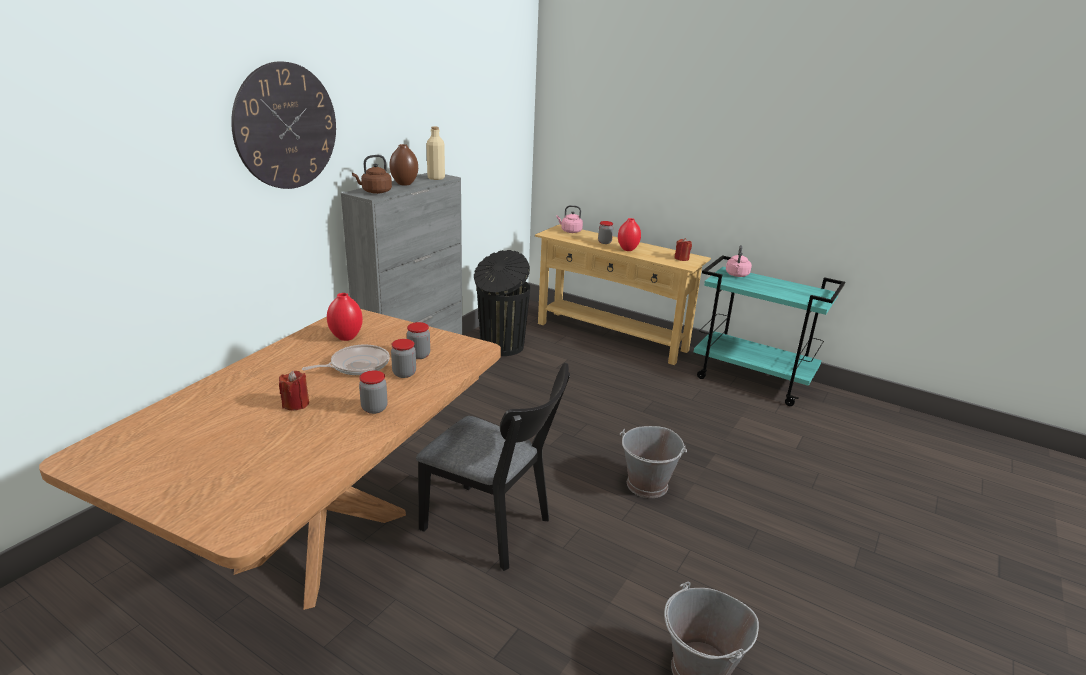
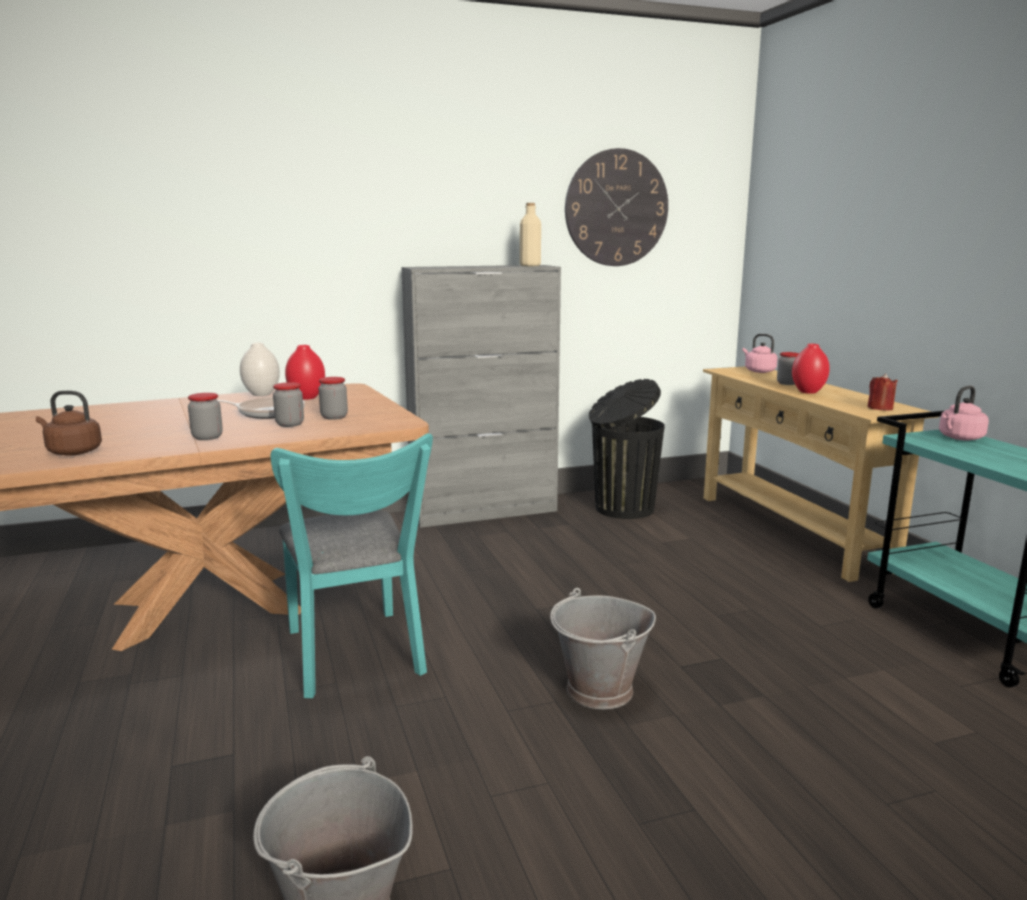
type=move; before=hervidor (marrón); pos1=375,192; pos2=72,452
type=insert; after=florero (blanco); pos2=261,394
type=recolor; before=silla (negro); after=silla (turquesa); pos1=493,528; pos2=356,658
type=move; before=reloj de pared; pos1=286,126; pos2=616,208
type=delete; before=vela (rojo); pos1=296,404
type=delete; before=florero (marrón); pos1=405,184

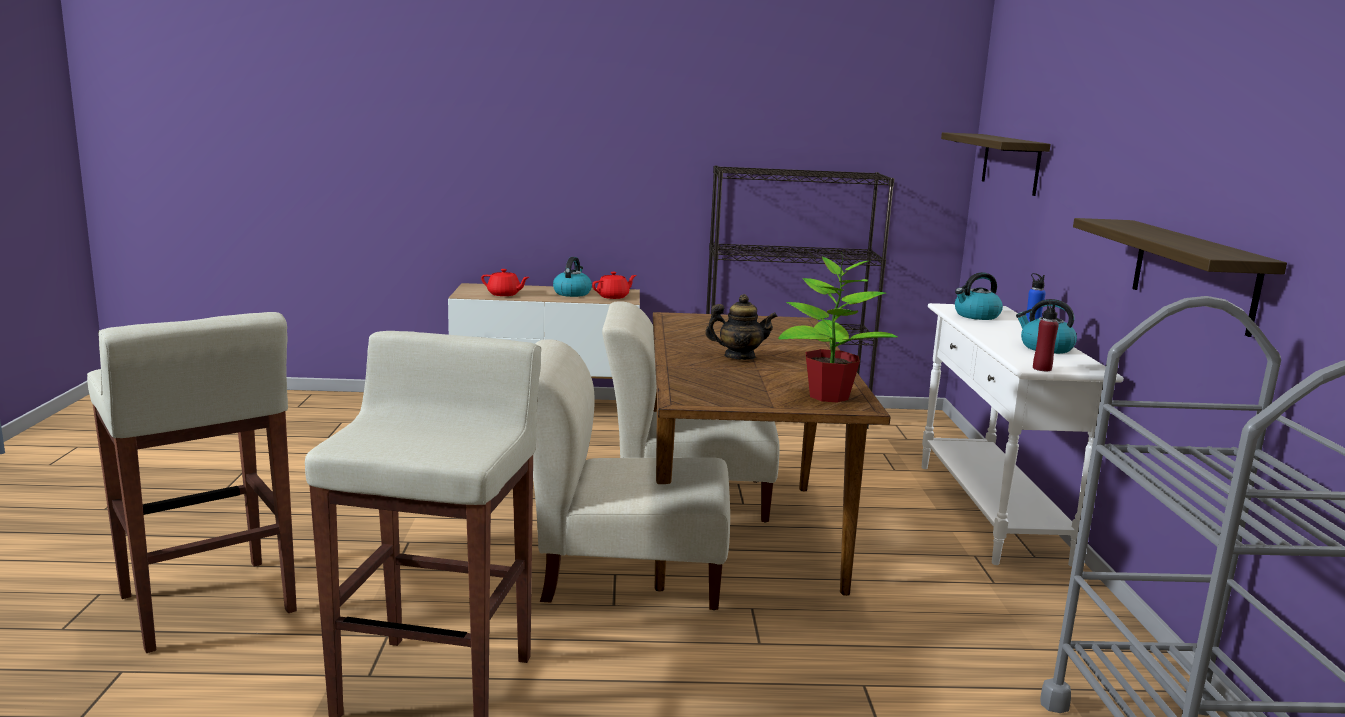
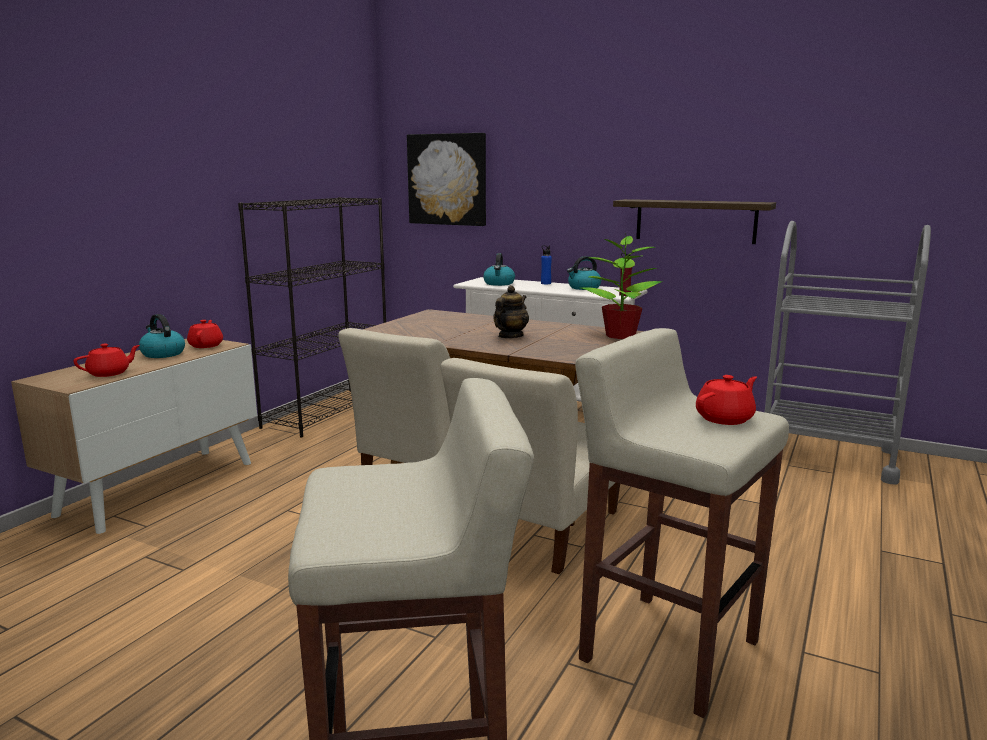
type=replace; before=estante; after=cuadro; pos1=1010,163; pos2=447,179
type=insert; after=tetera (rojo); pos2=725,418

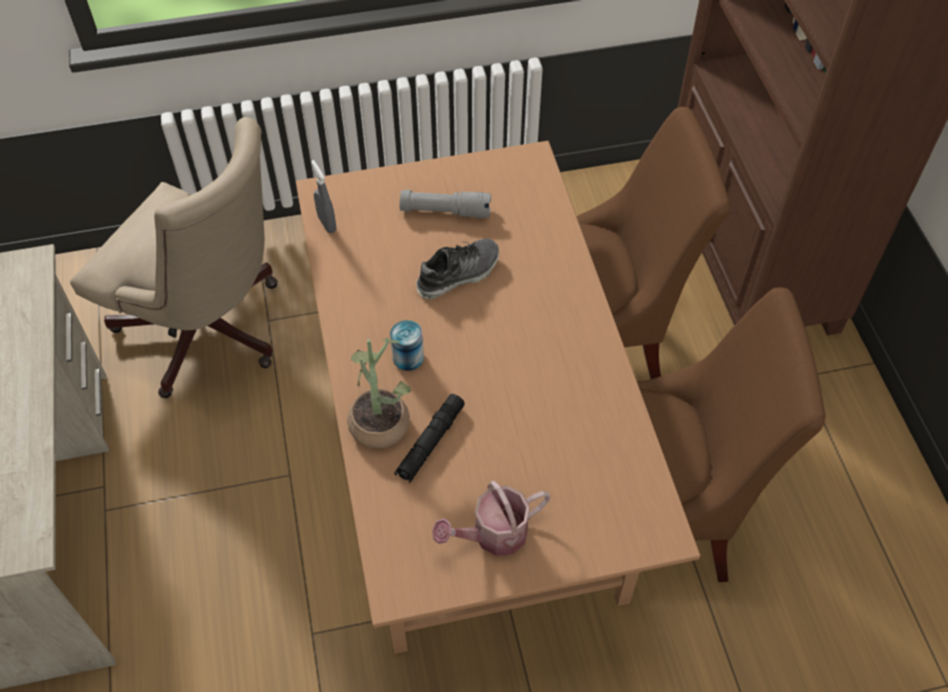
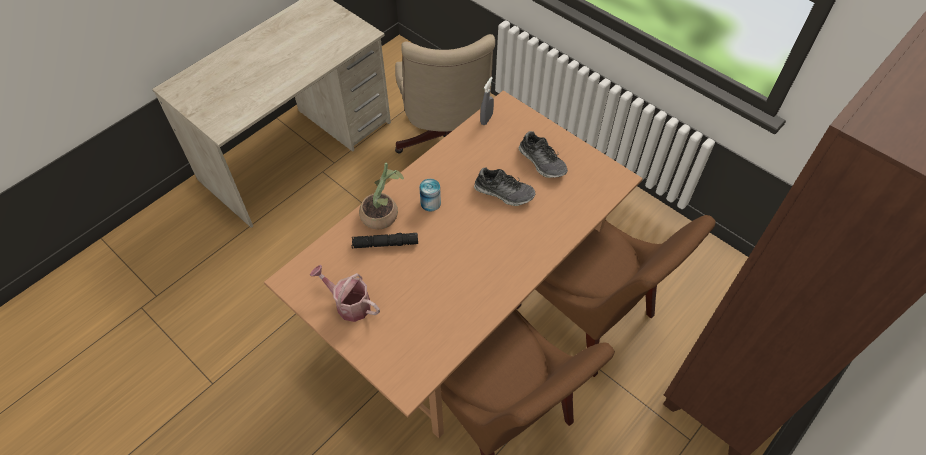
type=replace; before=linterna (gris); after=zapato; pos1=445,211; pos2=542,162

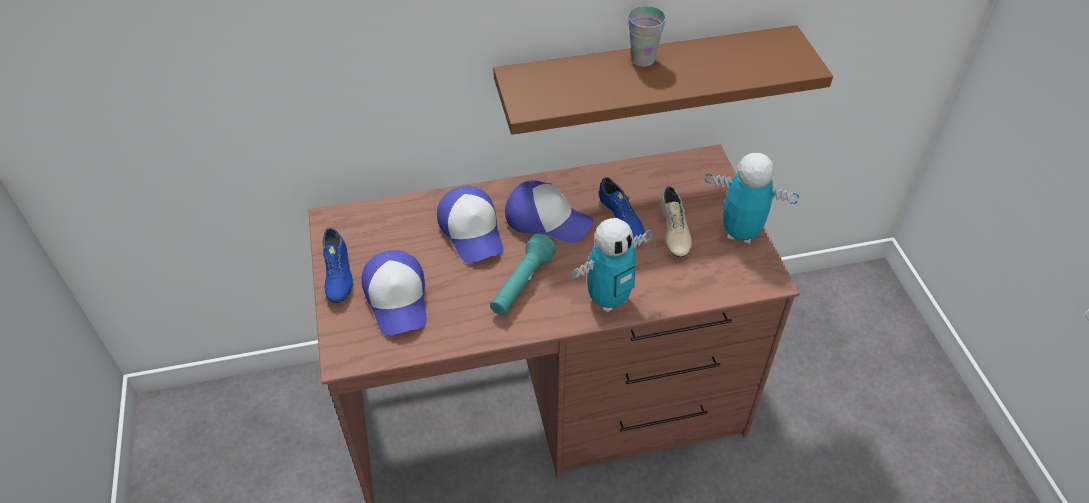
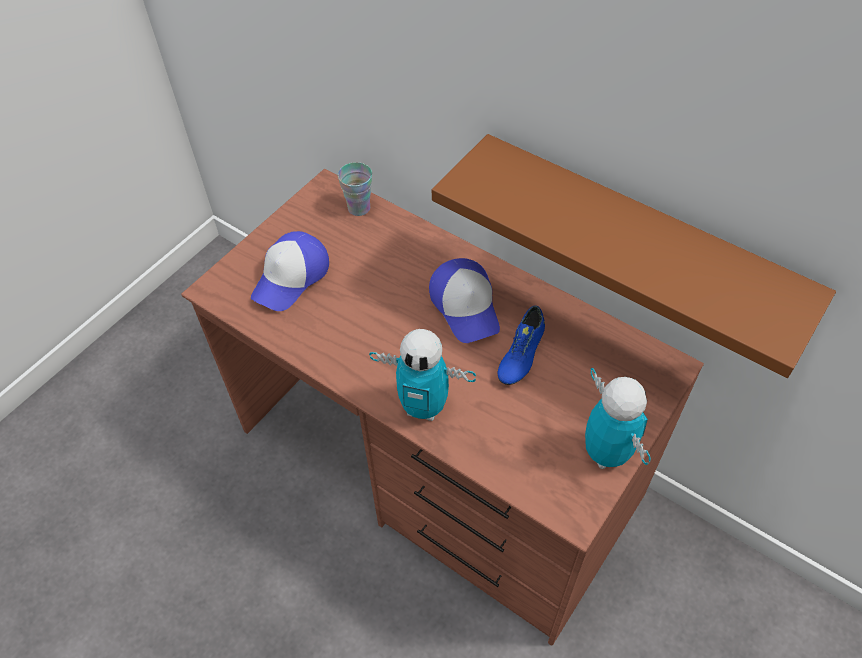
type=move; before=taza; pos1=642,59; pos2=359,208
type=delete; before=zapato (azul); pos1=337,275
type=delete; before=gorra; pos1=472,231
type=delete; before=linterna (turquesa); pos1=521,284
type=delete; before=zapato (beis); pos1=673,231

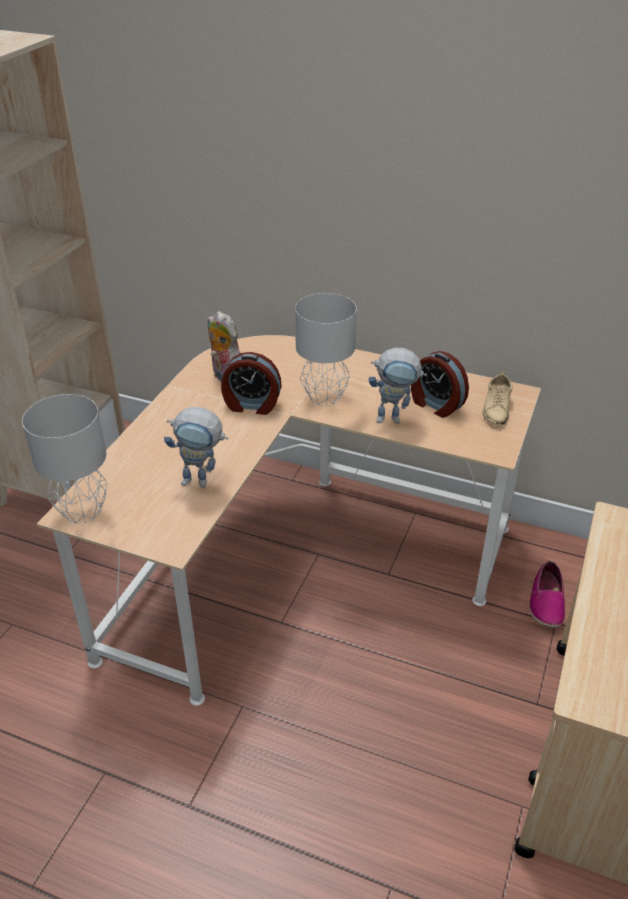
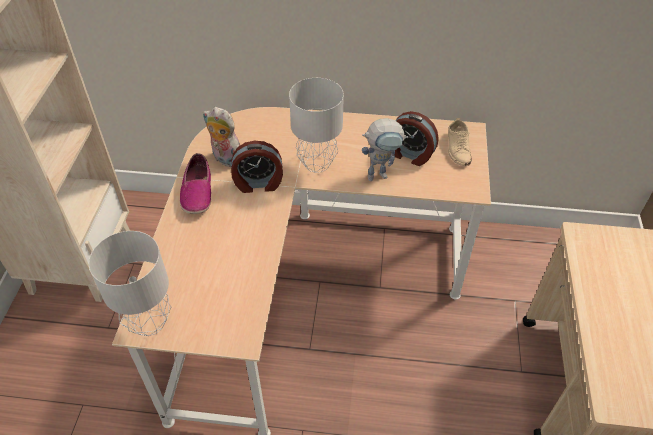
type=move; before=zapato; pos1=546,602; pos2=197,192
type=delete; before=robot de juguete; pos1=202,481

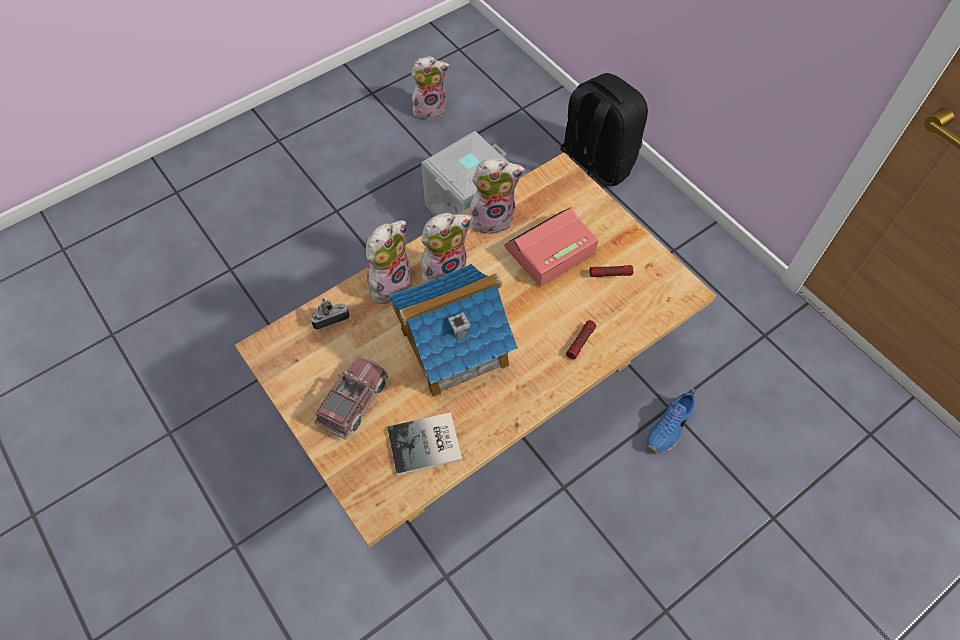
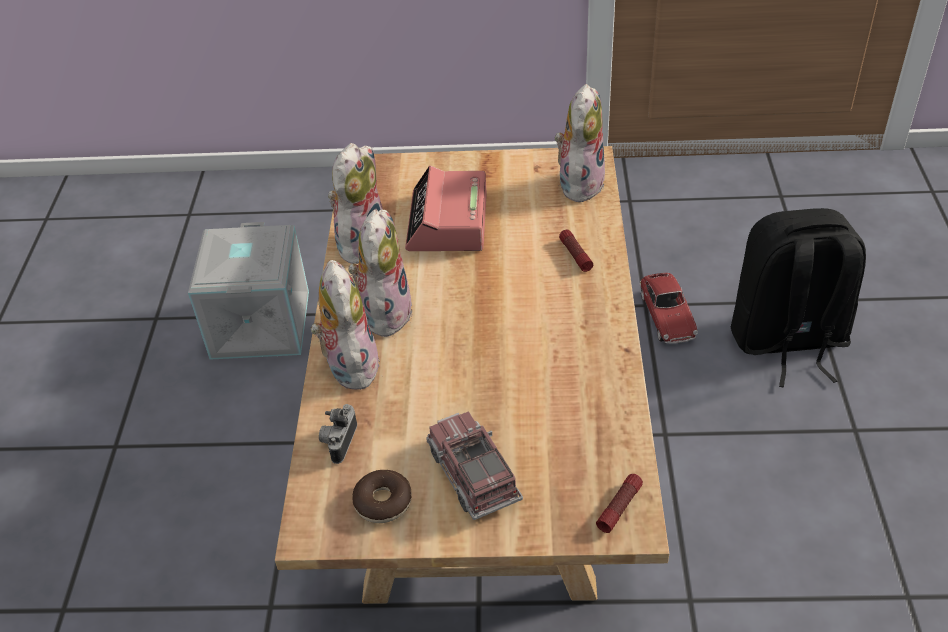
type=insert; after=rosquilla; pos2=383,502
type=move; before=peluche; pos1=430,108; pos2=579,183
type=move; before=linterna; pos1=610,274; pos2=619,507
type=replace; before=zapato (azul); after=coche de juguete; pos1=670,427; pos2=667,316
type=move; before=mochila (negro); pos1=594,164; pos2=787,341
type=delete; before=libro; pos1=427,445
type=delete; before=casita; pos1=453,347

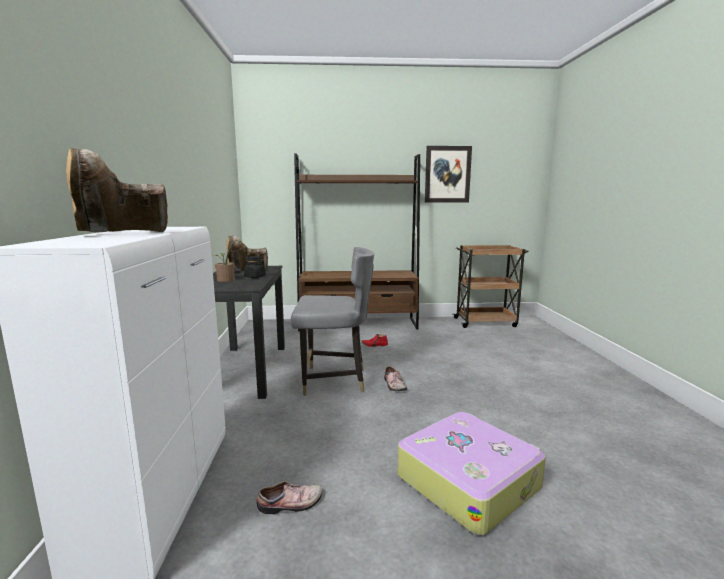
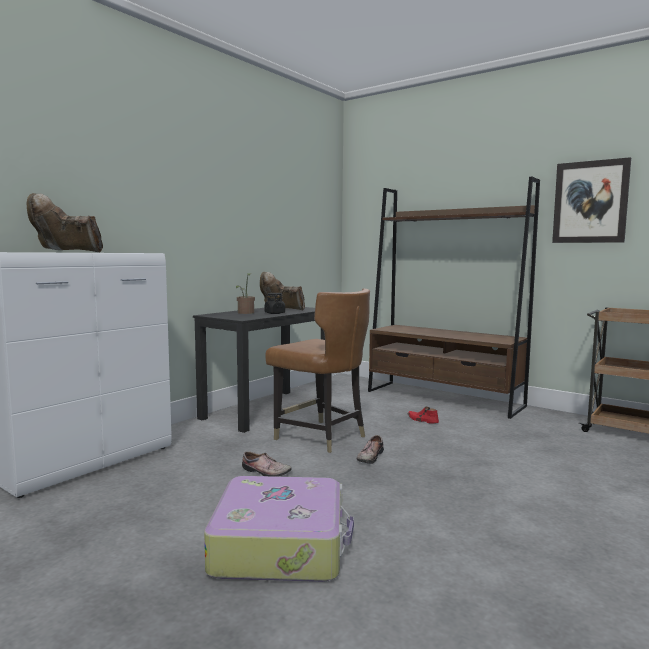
type=move; before=zapato; pos1=291,504; pos2=265,472
type=recolor; before=silla (gris); after=silla (marrón); pos1=334,380; pos2=321,437

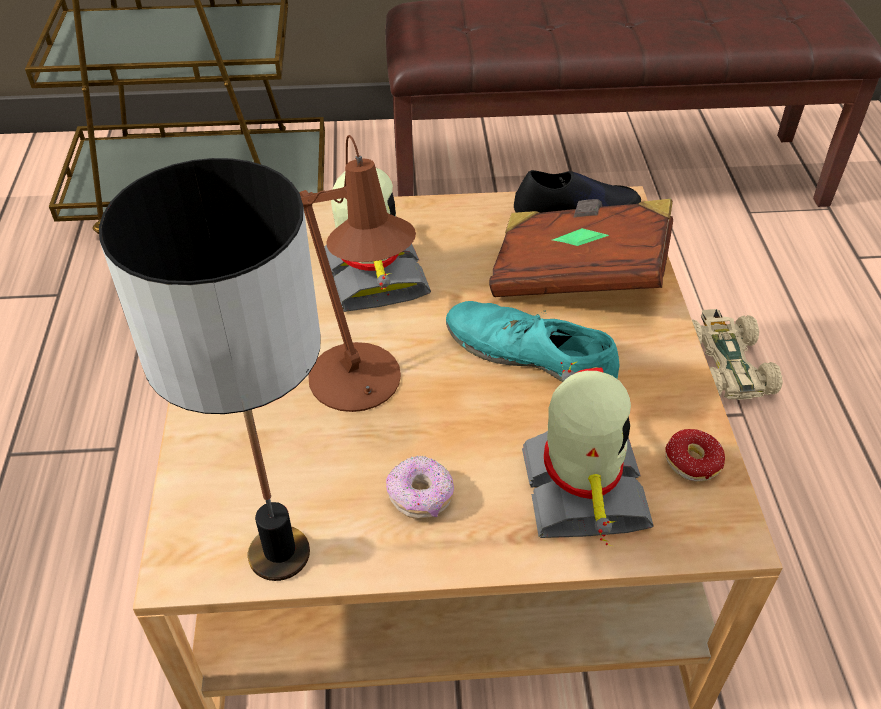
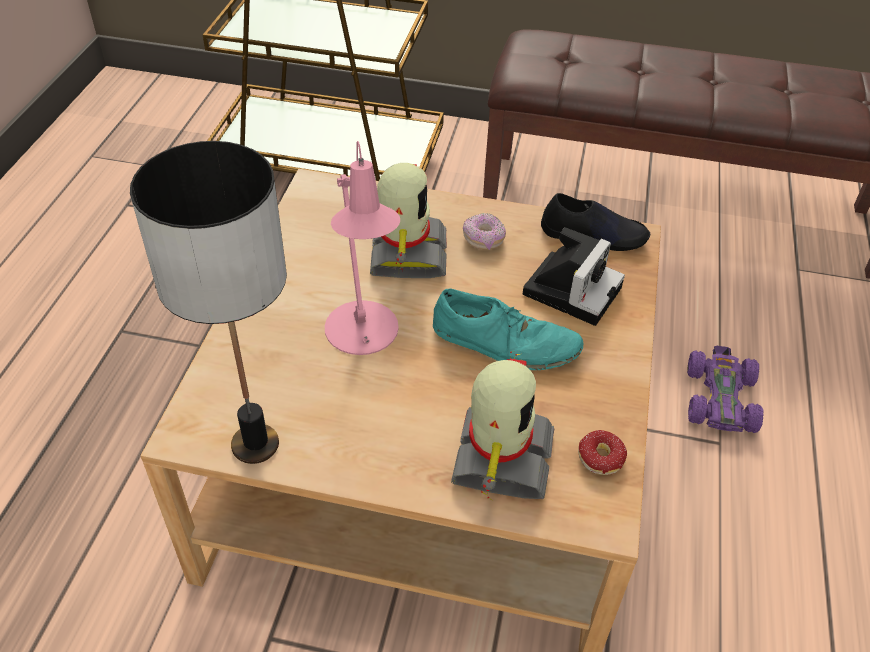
type=recolor; before=lámpara de mesa (marrón); after=lámpara de mesa (rosa); pos1=361,386; pos2=363,336
type=rotate; before=zapato (turquesa); pos1=530,355; pos2=505,342; turn=150
type=move; before=rosquilla; pos1=420,497; pos2=483,239
type=replace; before=libro (marrón); after=cámara; pos1=578,276; pos2=572,288
type=recolor; before=coche de juguete (beis); after=coche de juguete (morado); pos1=724,365; pos2=719,397

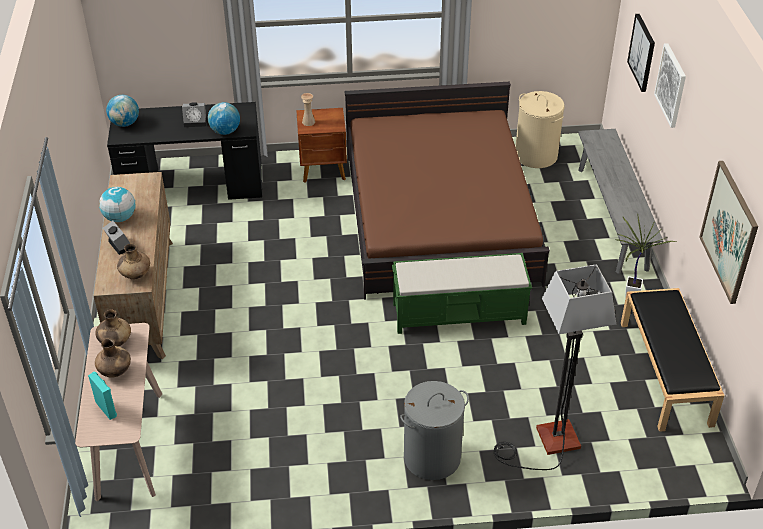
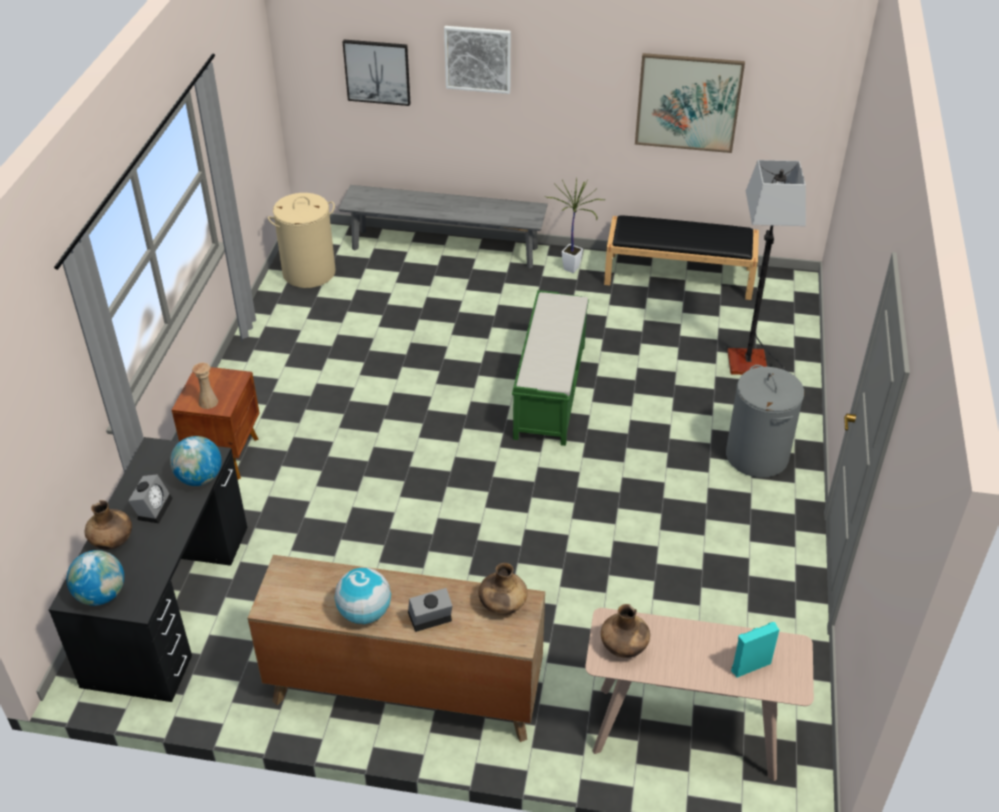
type=move; before=florero (marrón); pos1=115,371; pos2=112,541
type=delete; before=cama (marrón); pos1=439,217

